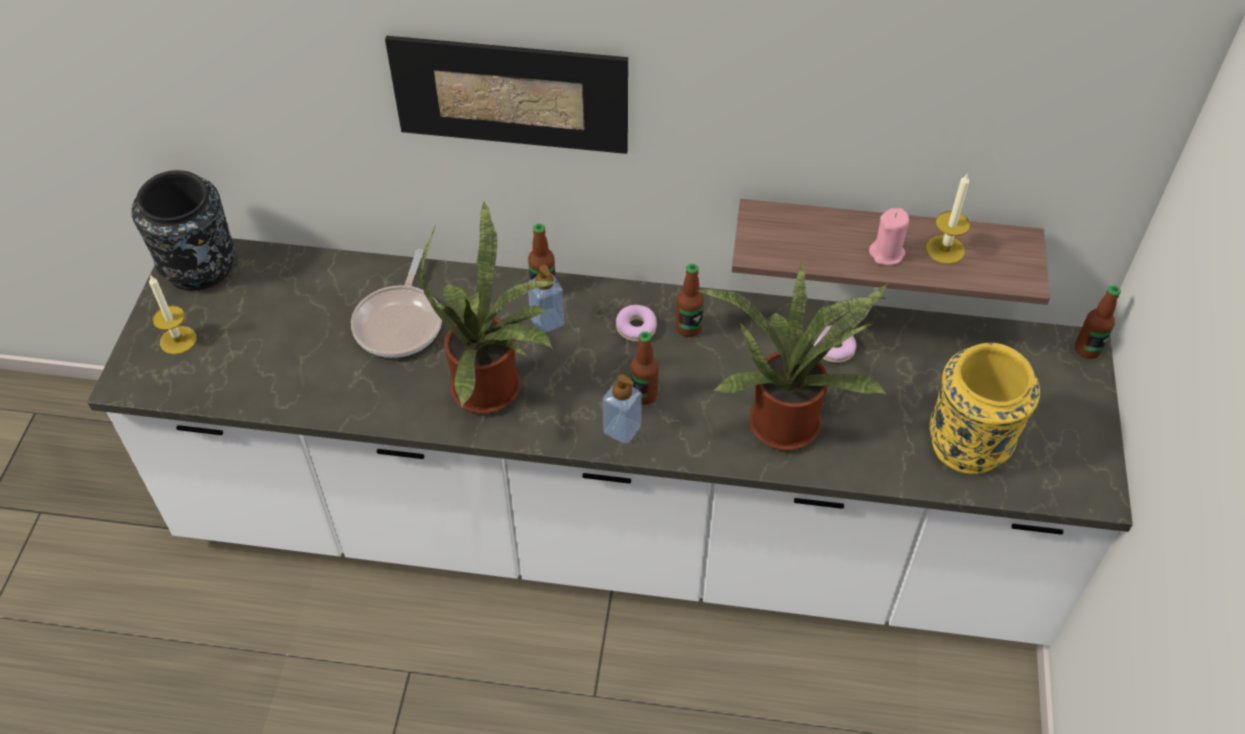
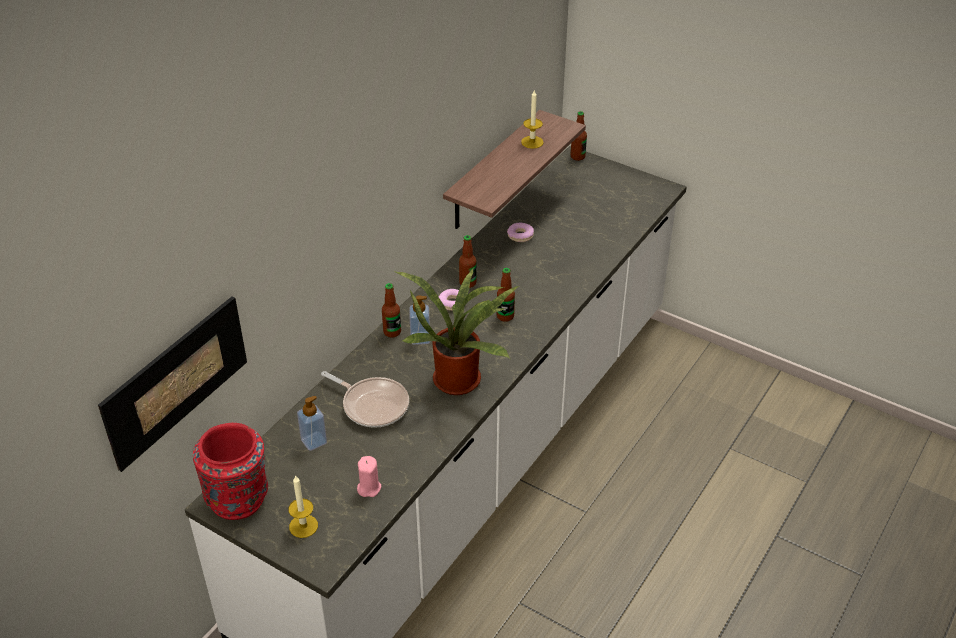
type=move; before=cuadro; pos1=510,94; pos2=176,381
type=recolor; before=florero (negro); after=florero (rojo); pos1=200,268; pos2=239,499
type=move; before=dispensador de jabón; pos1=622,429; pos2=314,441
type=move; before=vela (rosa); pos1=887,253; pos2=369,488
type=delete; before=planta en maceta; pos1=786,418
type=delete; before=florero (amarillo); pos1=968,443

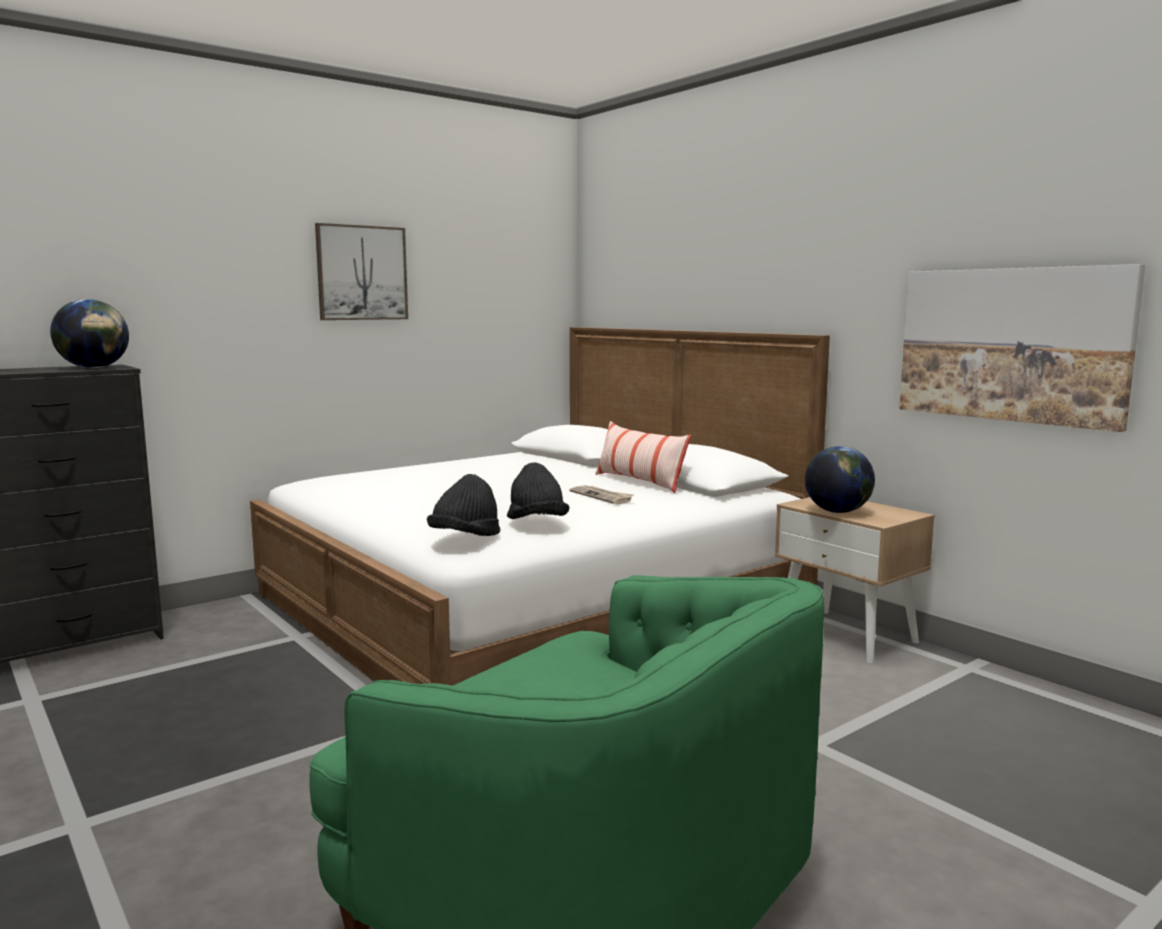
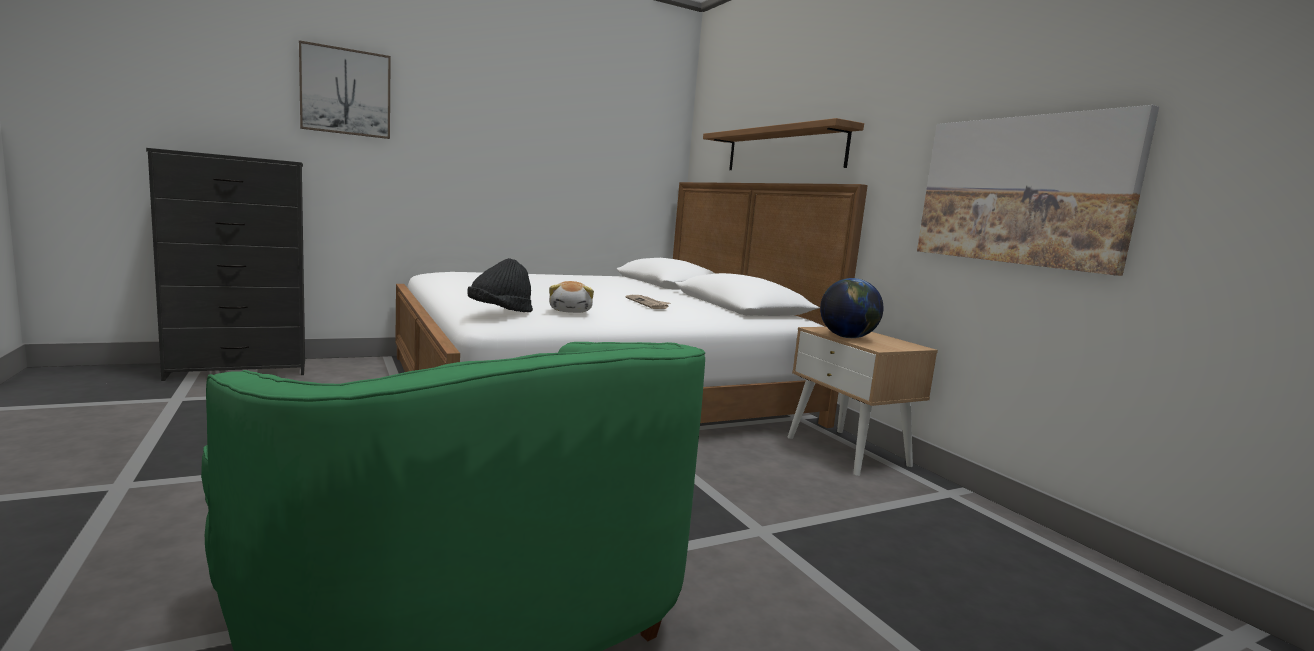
type=move; before=cuadro; pos1=362,273; pos2=346,92
type=replace; before=sombrero (negro); after=peluche; pos1=537,523; pos2=571,311
type=insert; after=estante; pos2=783,150
type=delete; before=globo terráqueo; pos1=94,368
type=delete; before=cojín; pos1=639,482

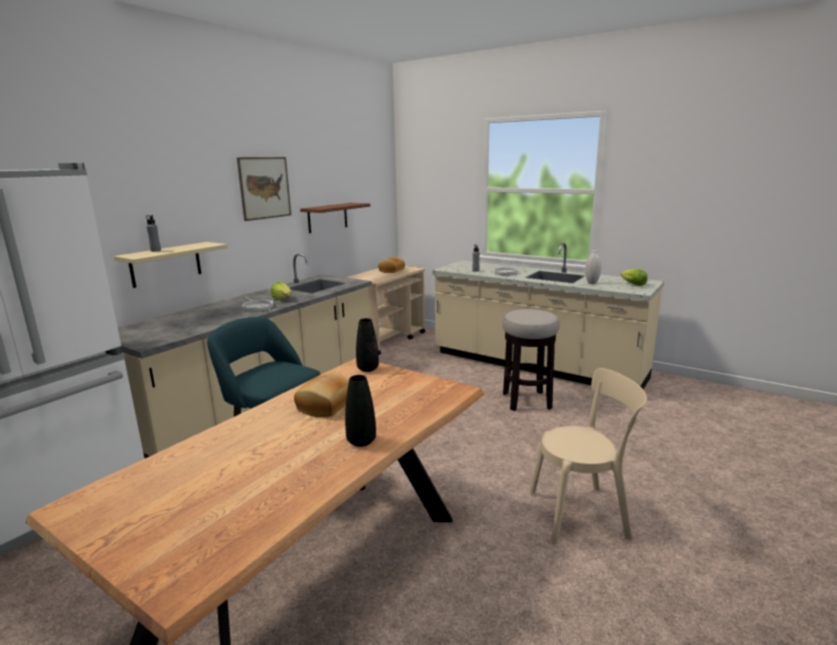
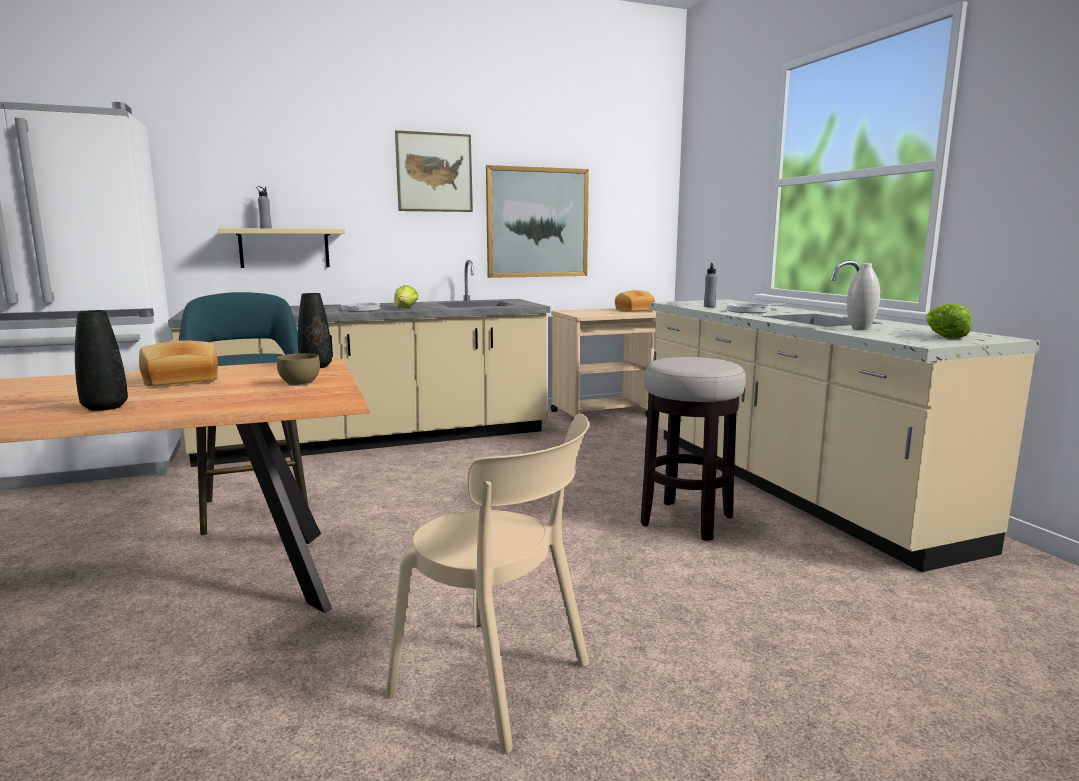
type=insert; after=cuenco (marrón); pos2=301,383
type=replace; before=estante (marrón); after=cuadro; pos1=327,217; pos2=537,223

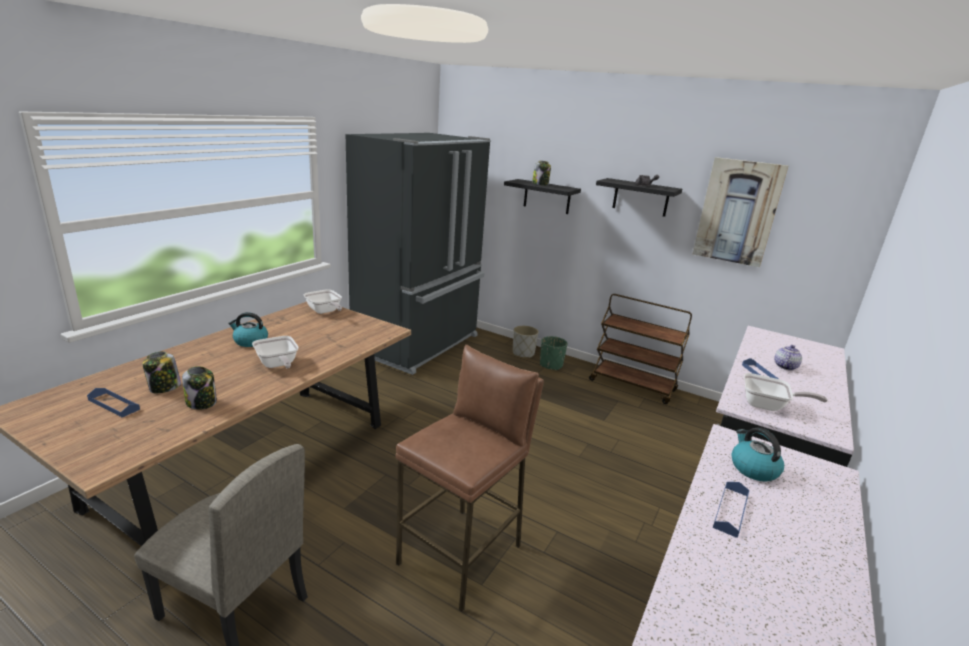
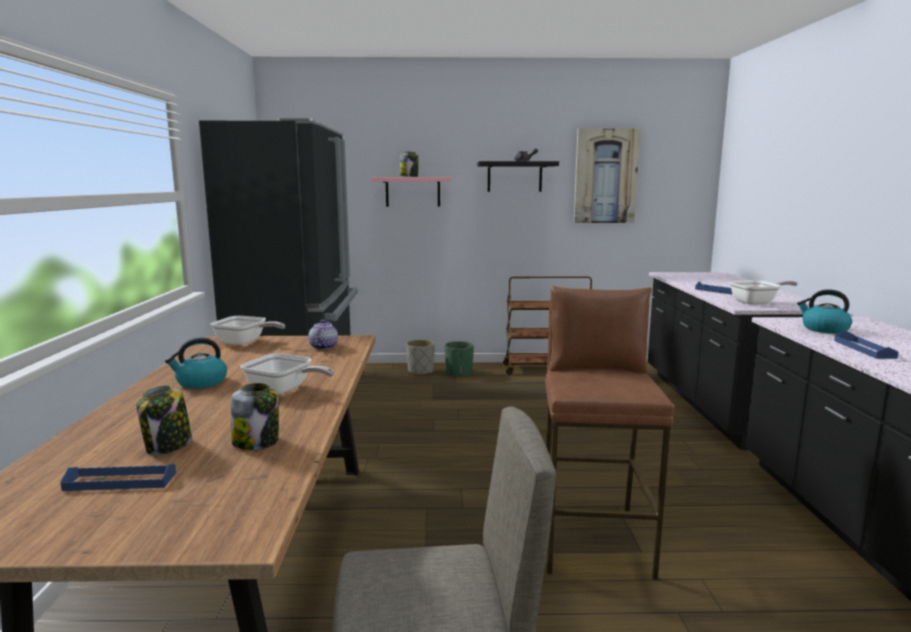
type=move; before=tetera; pos1=784,366; pos2=323,347
type=recolor; before=estante (negro); after=estante (rosa); pos1=547,196; pos2=413,192

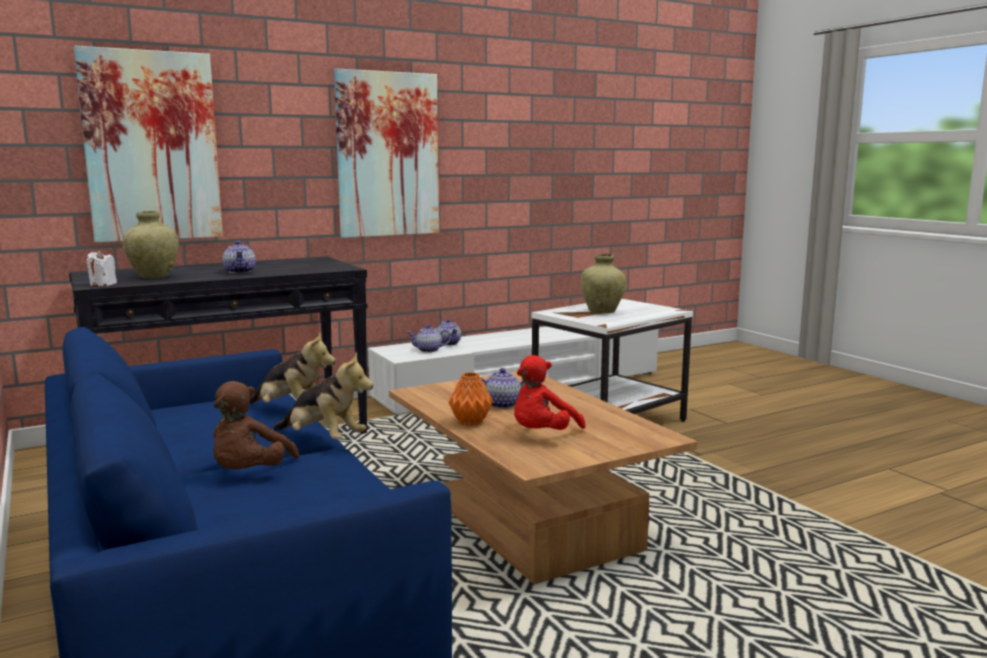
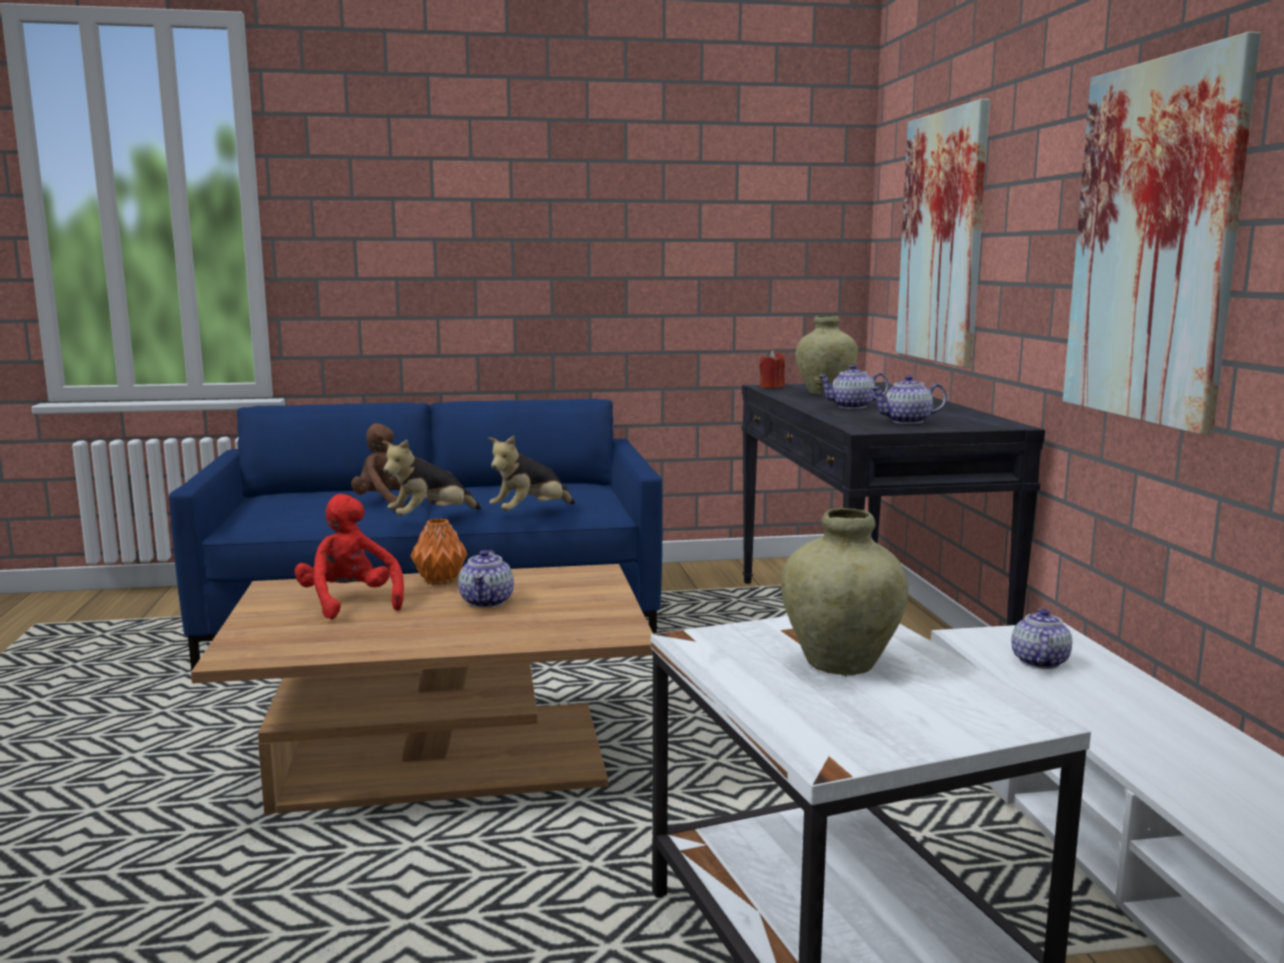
type=recolor; before=vela (blanco); after=vela (rojo); pos1=102,284; pos2=772,387
type=move; before=tetera; pos1=449,343; pos2=906,421

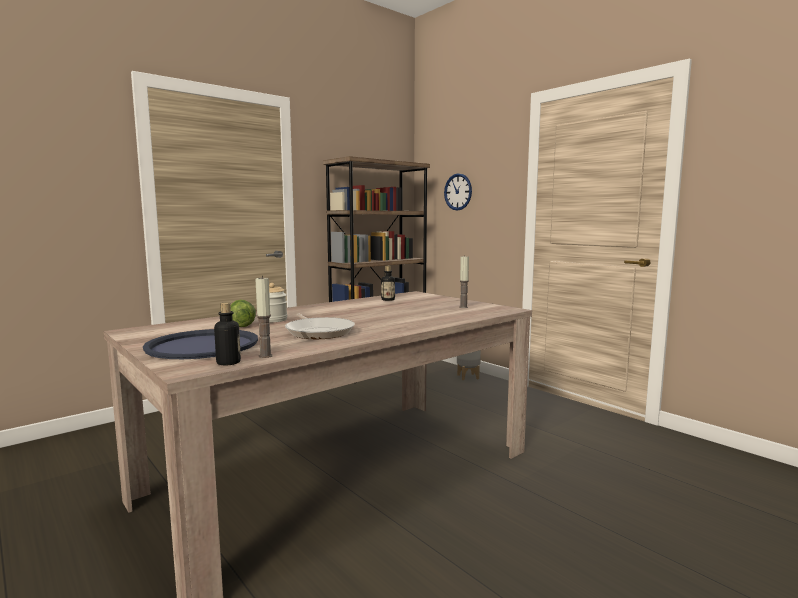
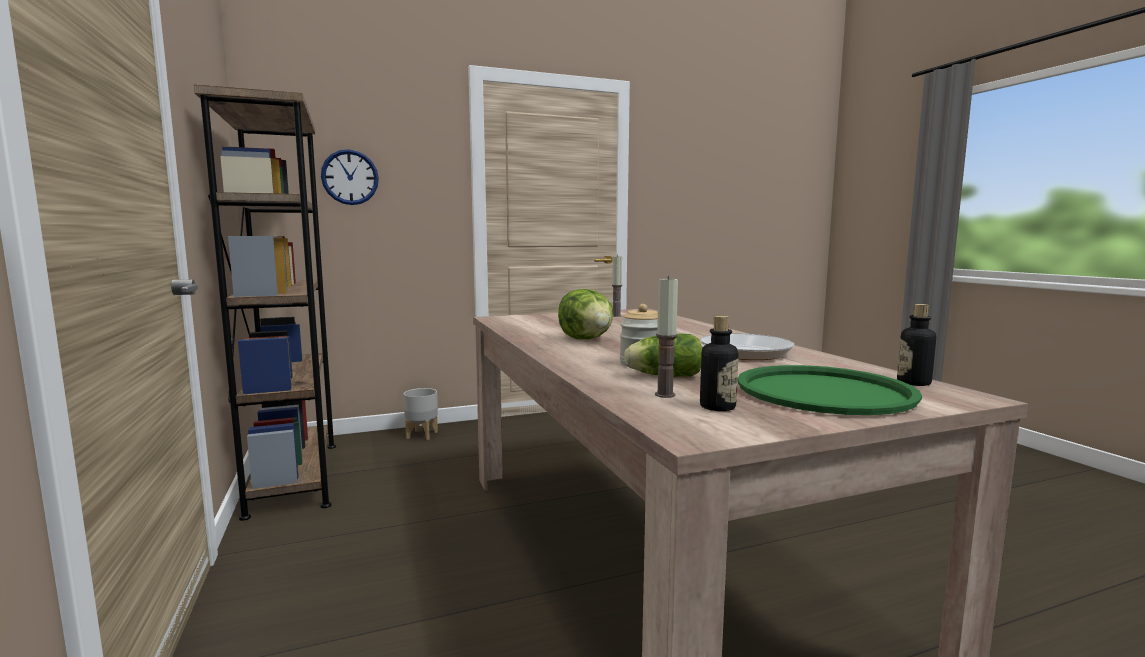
type=insert; after=lechuga; pos2=587,339
type=move; before=vela; pos1=265,356; pos2=664,395
type=move; before=botella; pos1=388,300; pos2=717,407
type=recolor; before=bandeja (azul); after=bandeja (verde); pos1=203,345; pos2=823,391

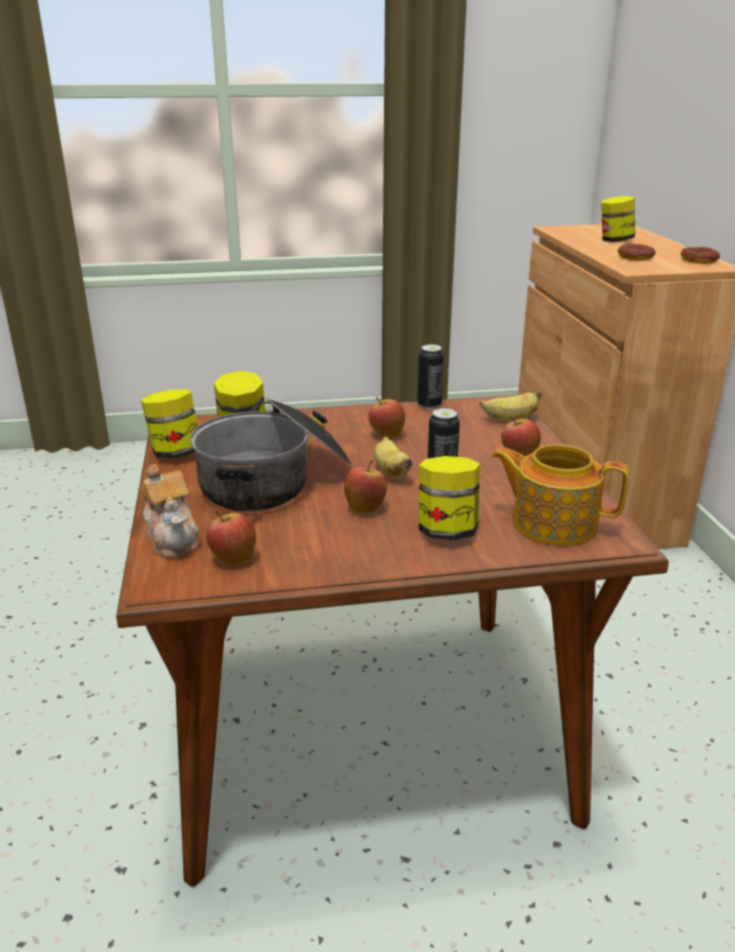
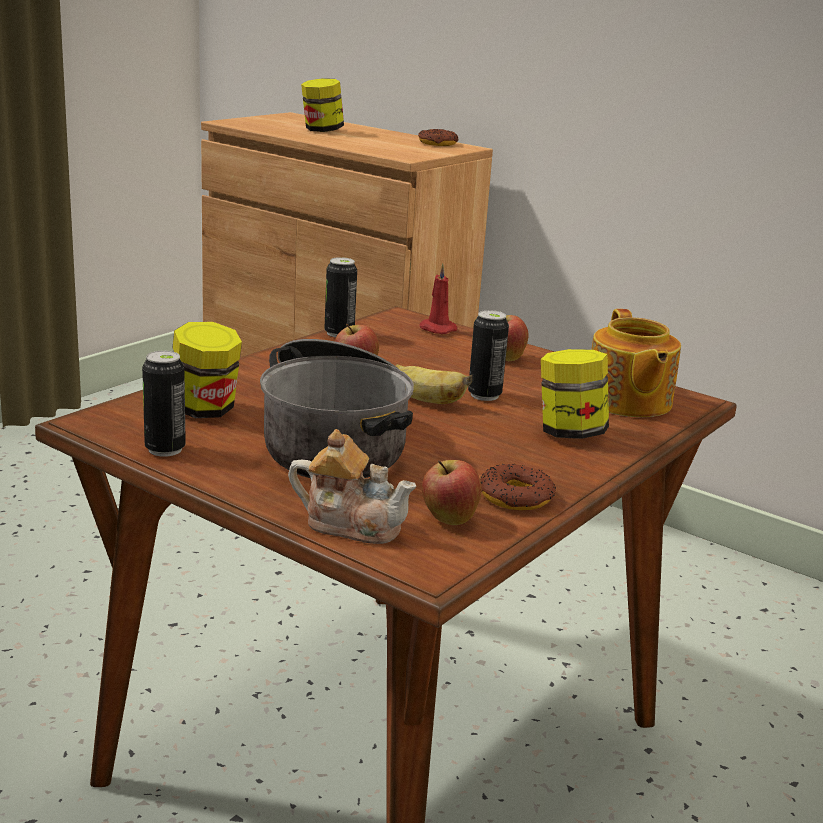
type=replace; before=tarro; after=lata; pos1=175,453; pos2=165,449
type=replace; before=plátano; after=vela (rojo); pos1=510,419; pos2=436,329
type=move; before=rosquilla; pos1=635,257; pos2=515,497
type=rotate; before=tetera; pos1=552,523; pos2=627,402; turn=-75
type=delete; before=manzana; pos1=365,508

